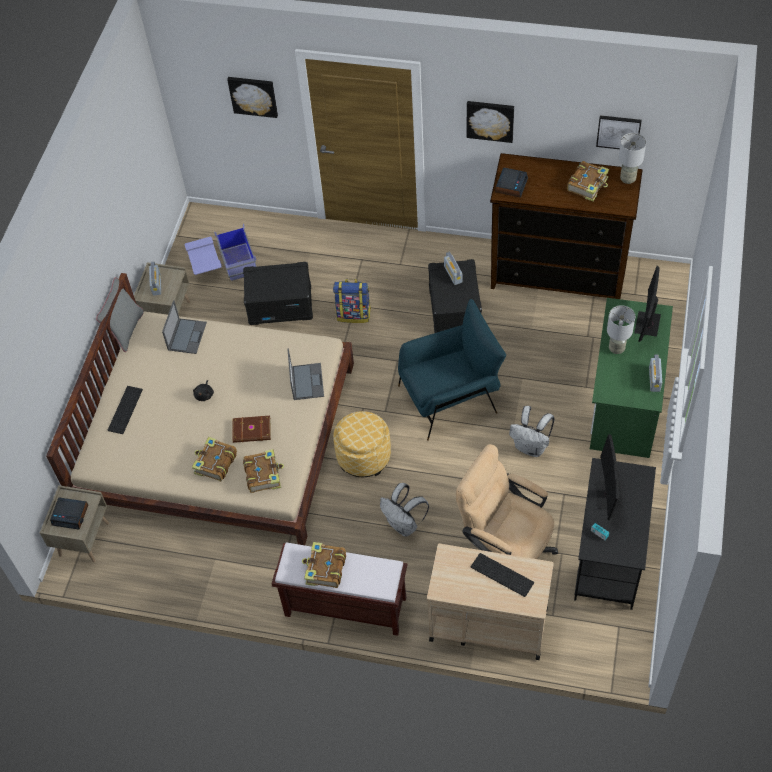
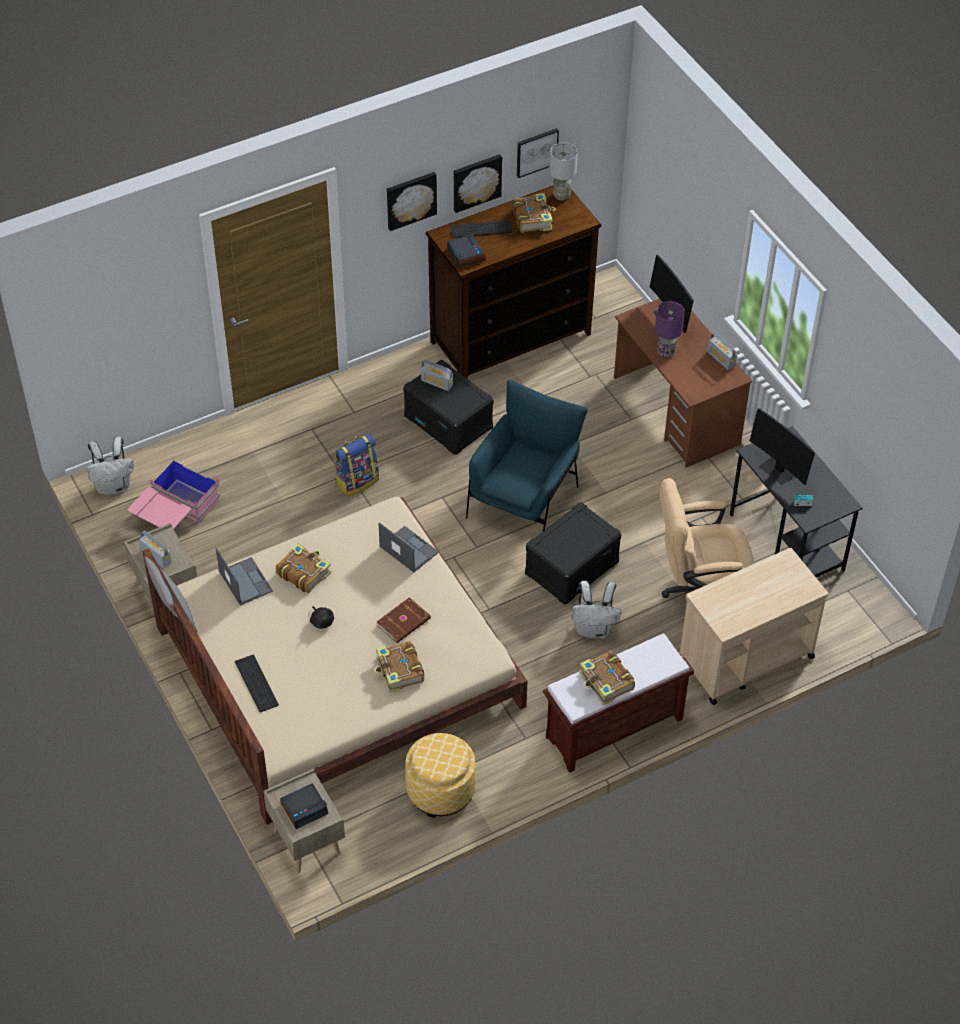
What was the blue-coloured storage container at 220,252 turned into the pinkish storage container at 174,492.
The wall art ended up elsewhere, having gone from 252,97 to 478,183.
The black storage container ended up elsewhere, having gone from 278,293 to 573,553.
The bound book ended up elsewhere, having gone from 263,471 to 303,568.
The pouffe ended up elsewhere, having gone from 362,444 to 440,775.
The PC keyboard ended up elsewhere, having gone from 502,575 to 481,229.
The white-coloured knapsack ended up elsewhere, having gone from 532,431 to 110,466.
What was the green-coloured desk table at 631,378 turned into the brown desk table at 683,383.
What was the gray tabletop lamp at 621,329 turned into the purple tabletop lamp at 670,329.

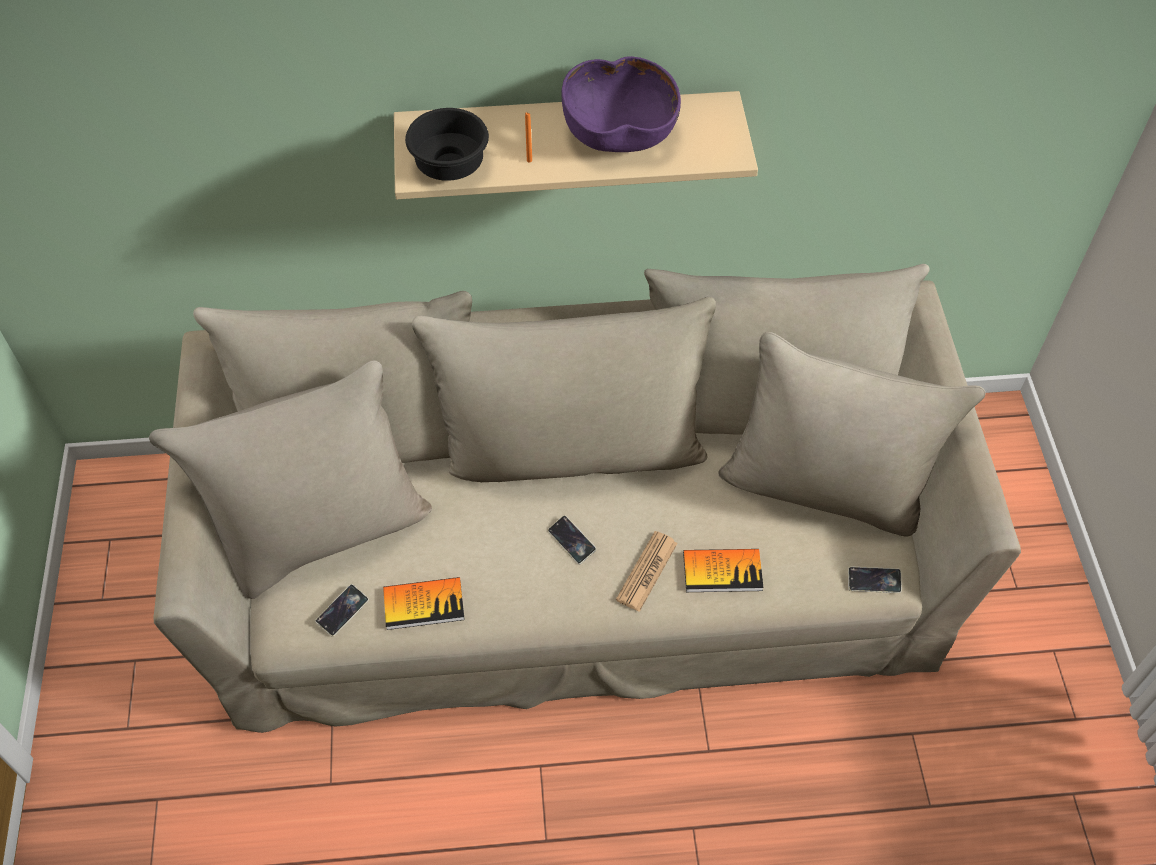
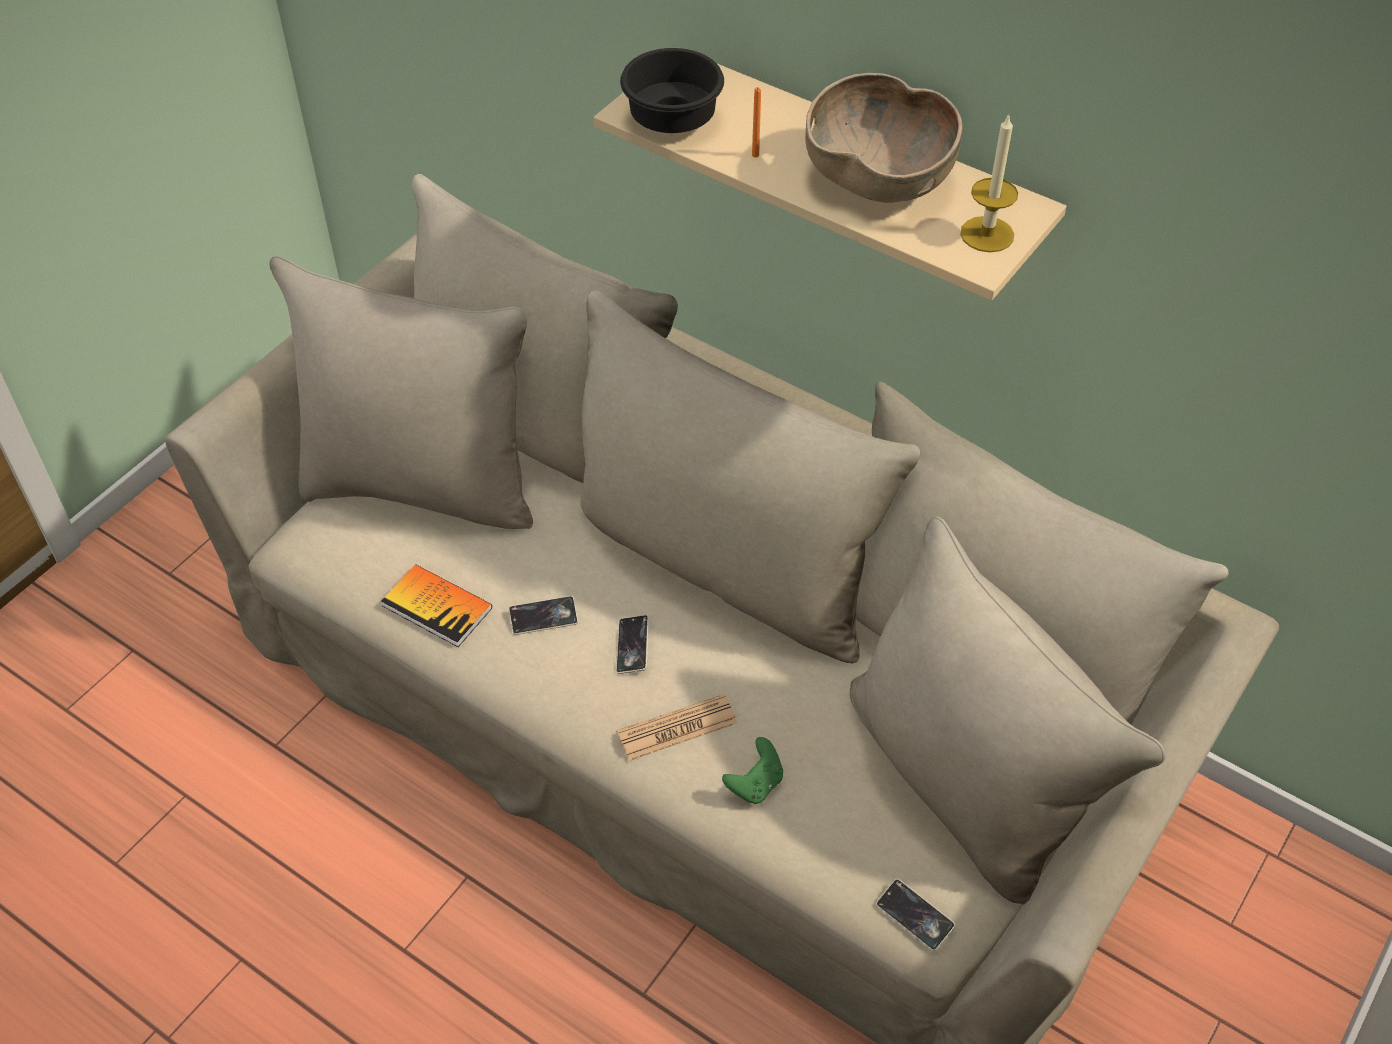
The handset ended up elsewhere, having gone from 342,610 to 543,615.
What was the purple bowl at 621,104 turned into the brown bowl at 884,138.
Where the bound book stood at 723,570, the green-coloured joypad came to stand at 752,770.
The second view gained the wax candle at 989,183.

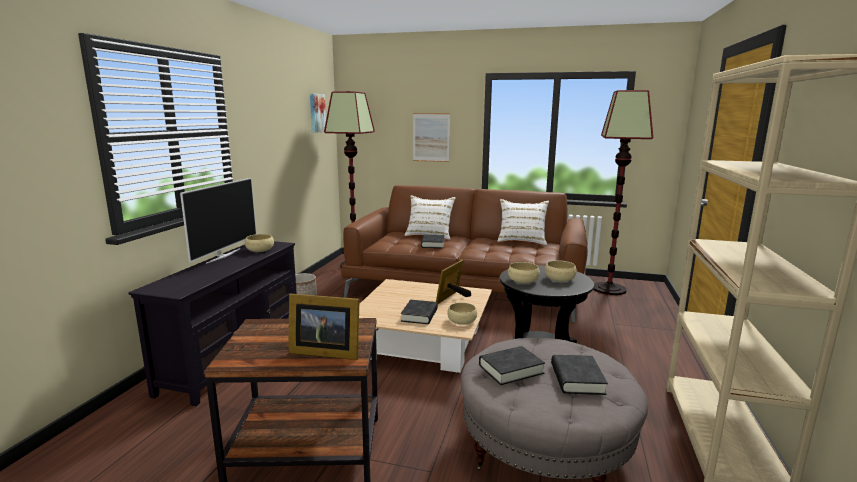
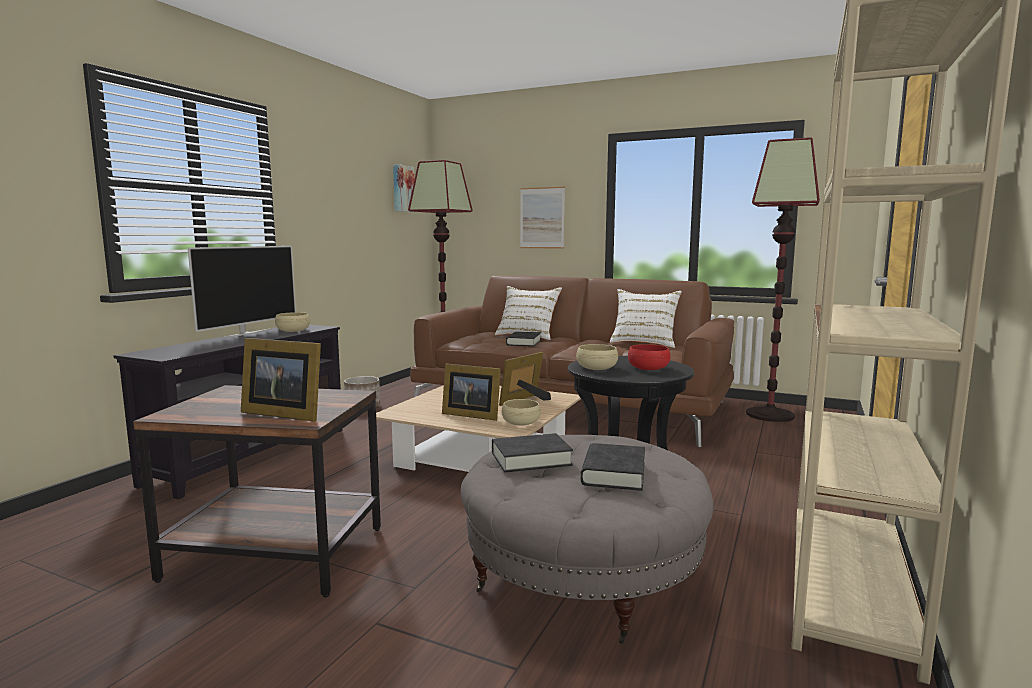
Where the black bound book stood at 419,312, the photo frame came to stand at 471,392.
What was the sand-coloured bowl at 561,271 turned into the reddish bowl at 649,357.

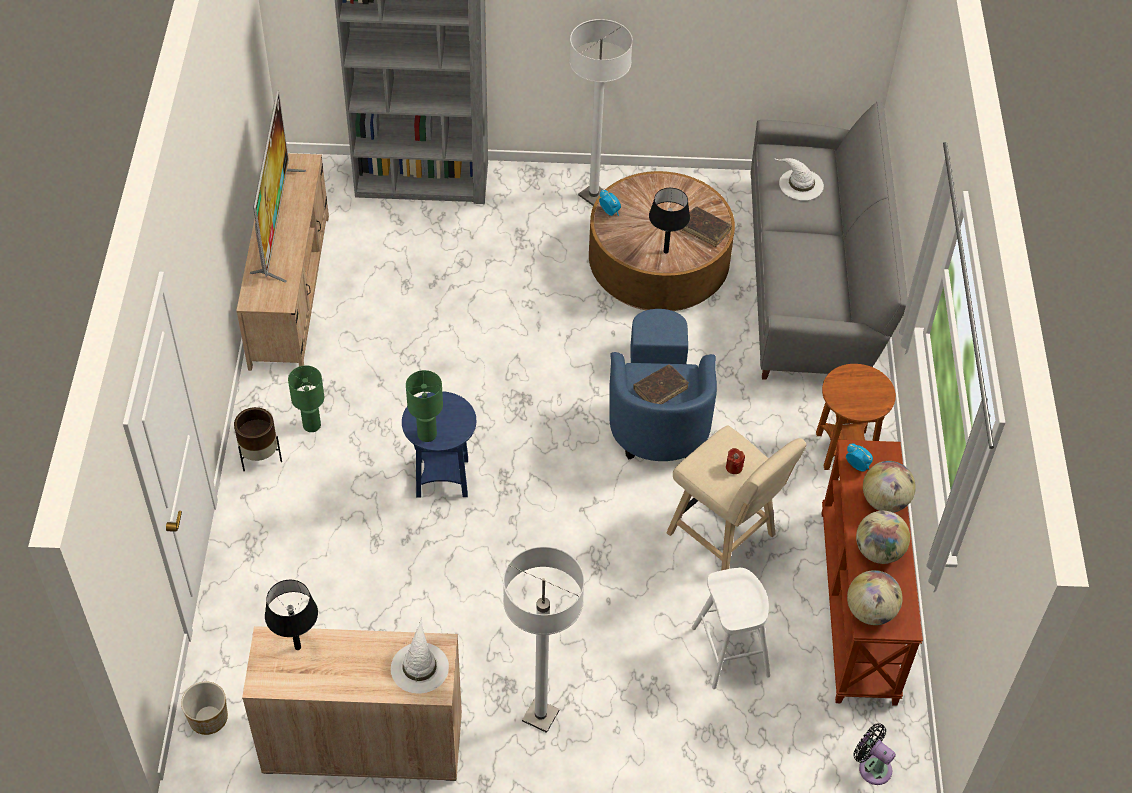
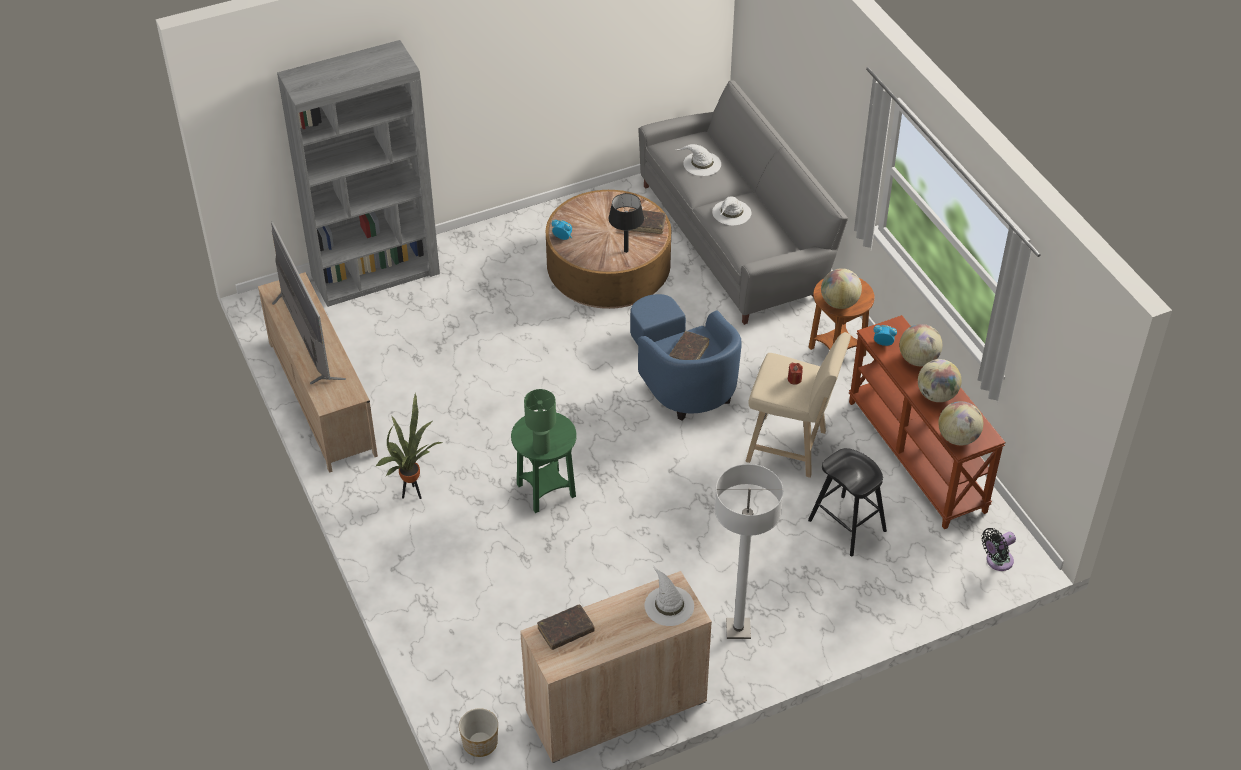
The second view lost the brown planter at 258,439.
Where the black tabletop lamp stood at 291,615, the brown bound book came to stand at 566,627.
Where the green-coloured tabletop lamp stood at 306,399, the plant in a pot came to stand at 409,446.
What was the blue-coloured accent table at 439,444 turned into the green-coloured accent table at 544,462.
The second view lost the white-coloured floor lamp at 601,112.
What was the white-coloured sitting stool at 731,628 turned into the black sitting stool at 847,502.
The black electric fan at 874,754 ended up facing another way, 45 degrees counterclockwise from before.
The second view gained the white-coloured clothing hat at 731,210.
The second view gained the world globe at 841,288.

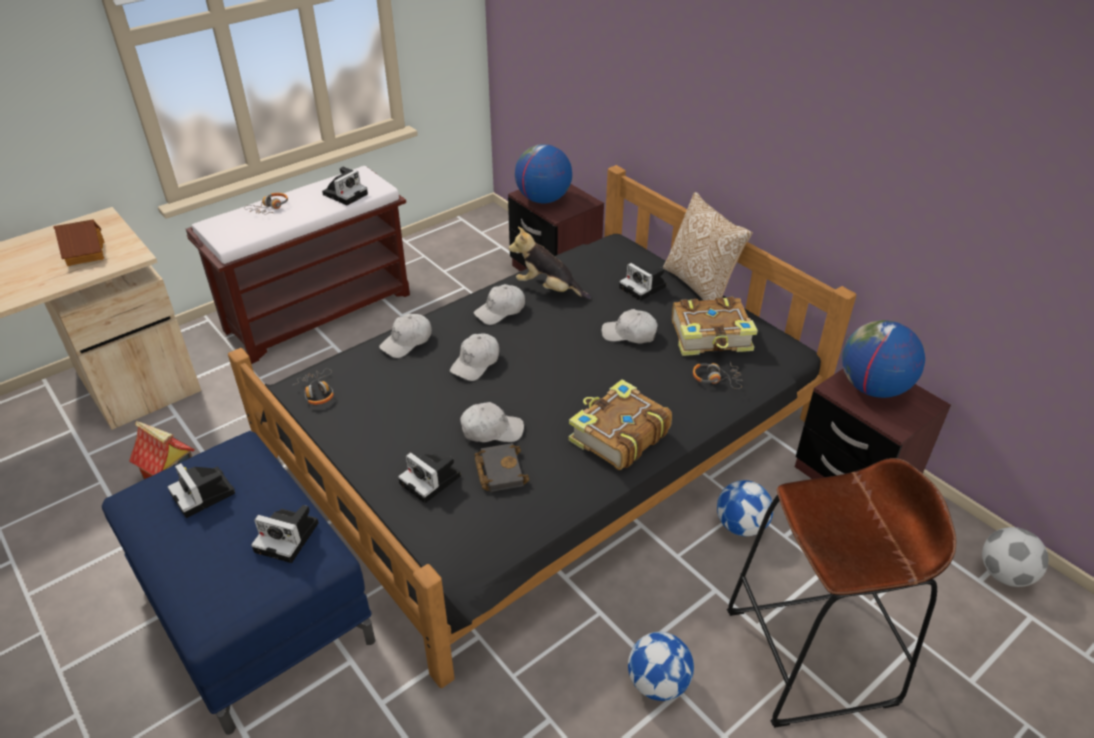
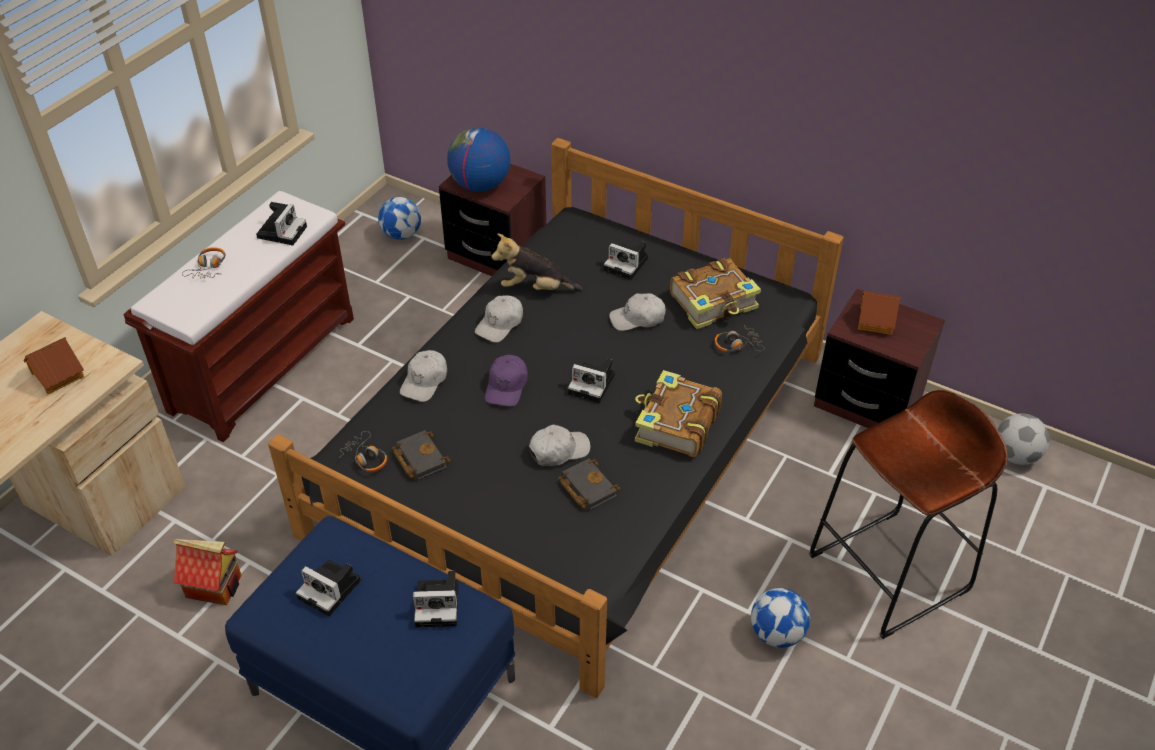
The still camera ended up elsewhere, having gone from 429,477 to 591,381.
What was the white-coloured cap at 474,357 turned into the purple cap at 506,381.
The second view lost the cushion at 708,246.
The football ended up elsewhere, having gone from 745,508 to 399,218.
Where the world globe stood at 883,359, the model house came to stand at 879,313.
The second view gained the black bound book at 421,454.

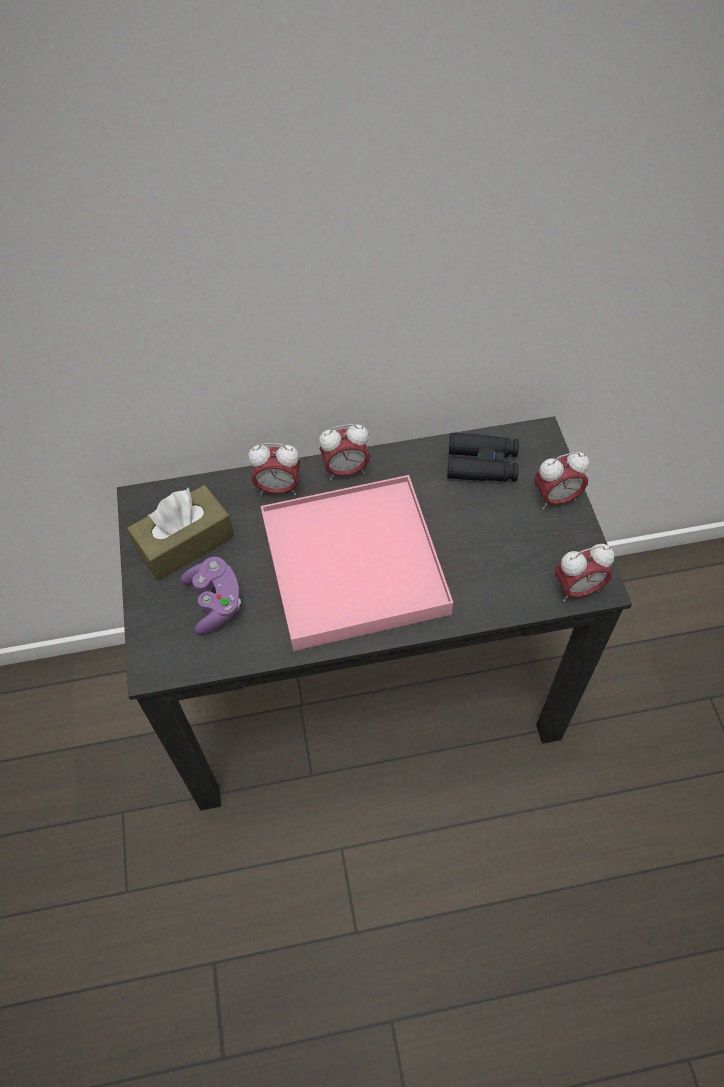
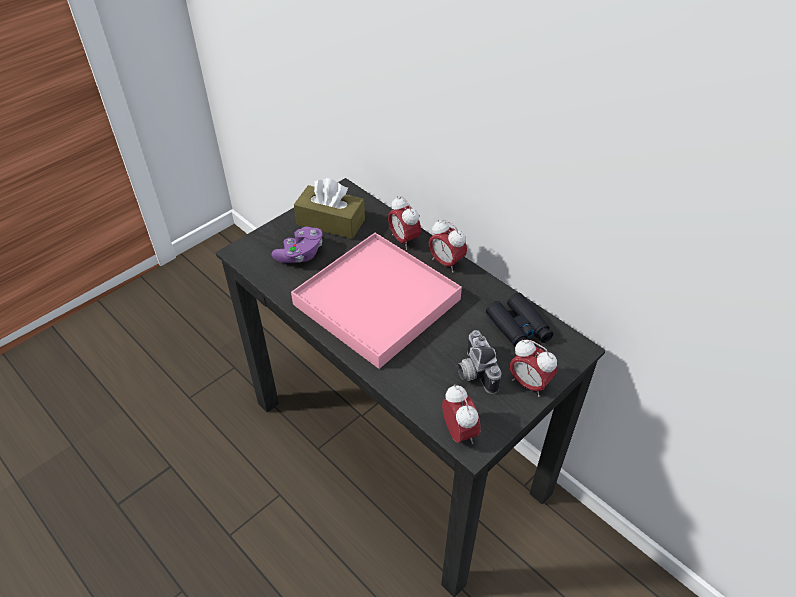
The table clock at 584,573 ended up facing another way, 150 degrees counterclockwise from before.
The second view gained the still camera at 480,362.

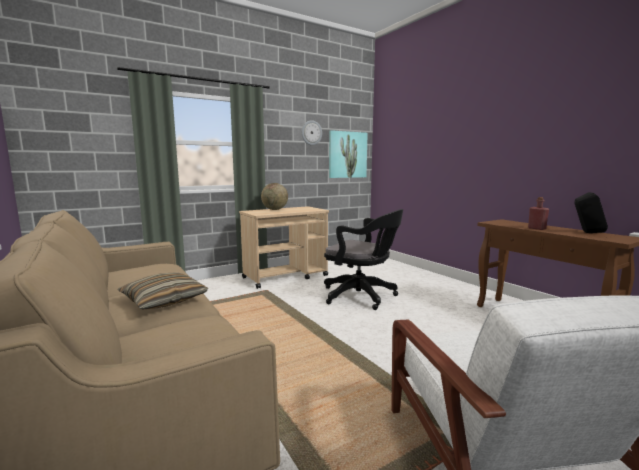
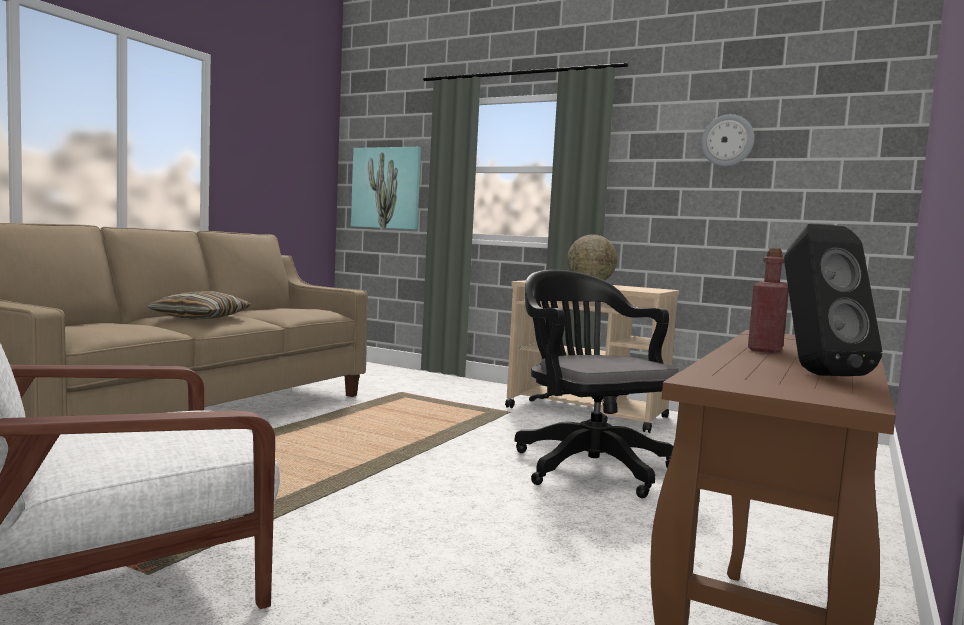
The black office chair at 363,259 ended up facing another way, 150 degrees clockwise from before.
The wall art ended up elsewhere, having gone from 348,154 to 386,188.

